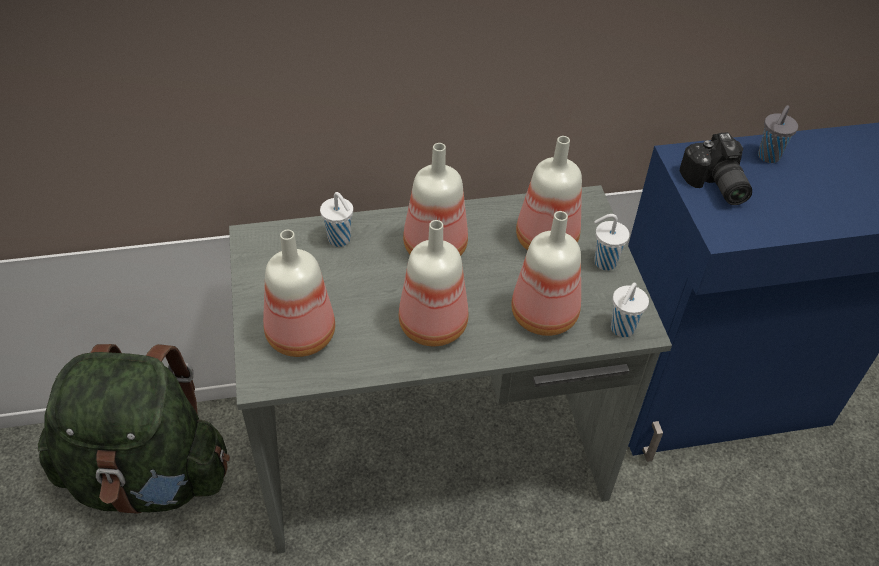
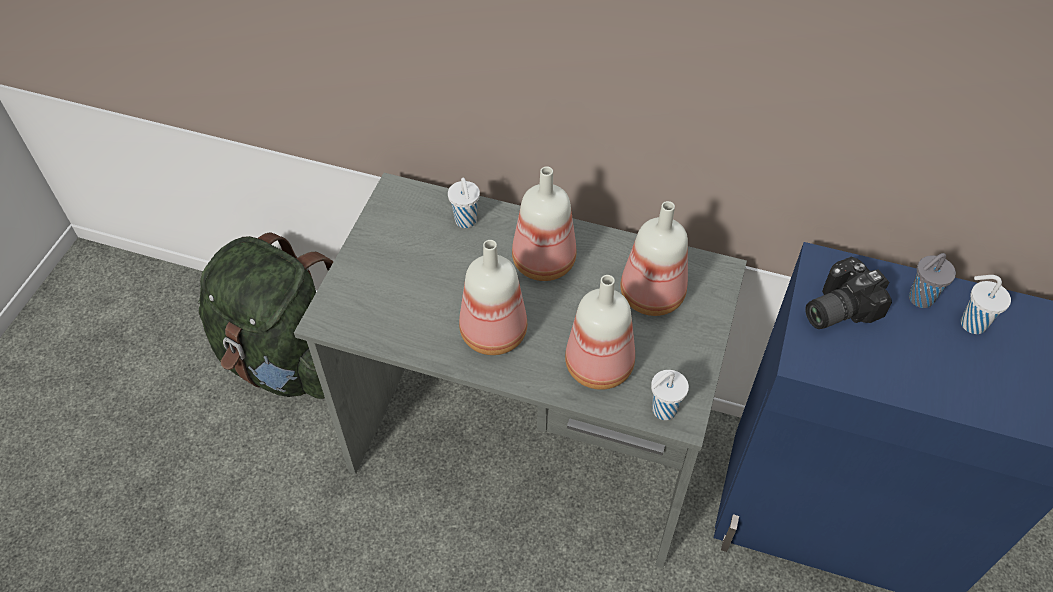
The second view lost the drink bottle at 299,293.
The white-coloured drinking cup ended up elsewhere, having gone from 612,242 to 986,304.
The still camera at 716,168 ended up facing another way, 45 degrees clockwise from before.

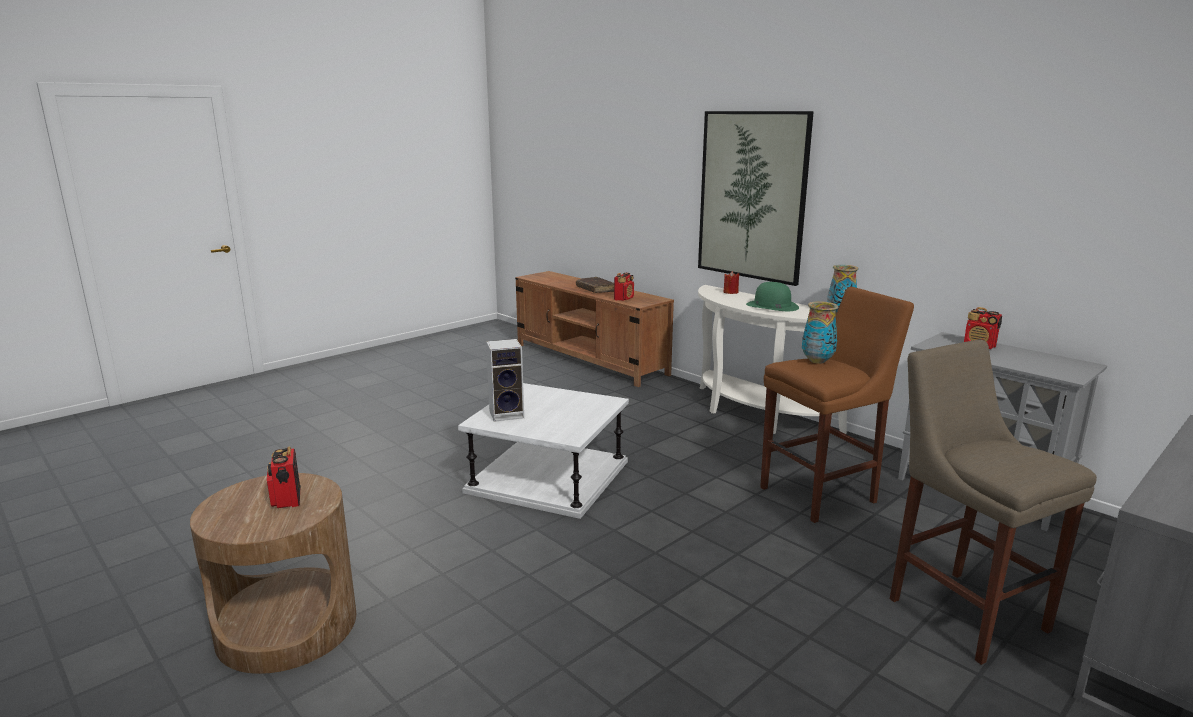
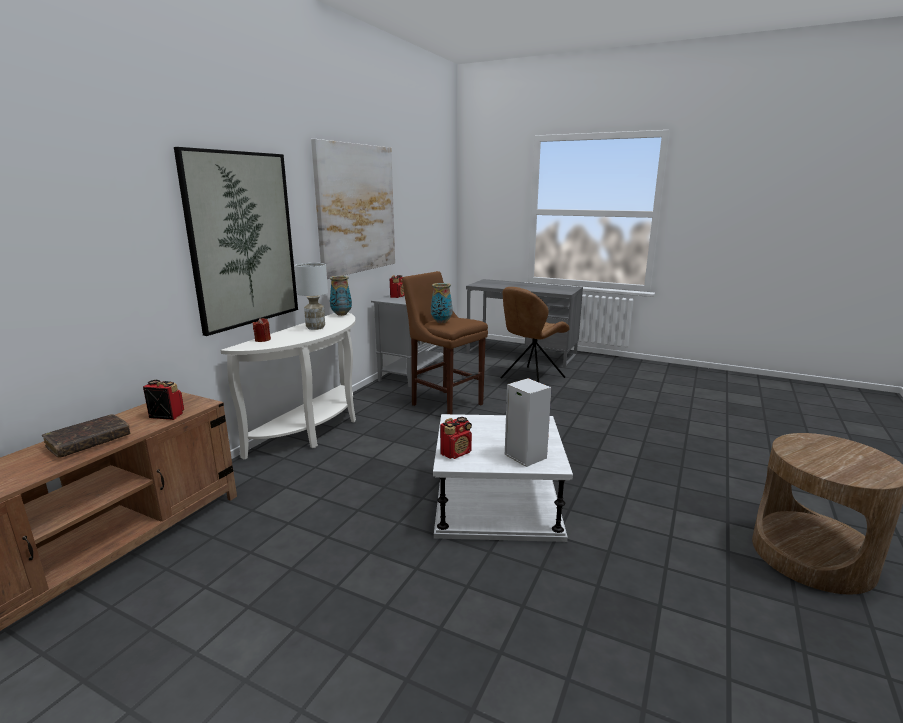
The radio receiver ended up elsewhere, having gone from 284,477 to 456,438.
Where the green-coloured clothing hat stood at 772,296, the white-coloured tabletop lamp came to stand at 311,296.
Where the sand-coloured sitting stool stood at 993,502, the brown upright chair came to stand at 535,334.
The second view gained the wall art at 353,209.

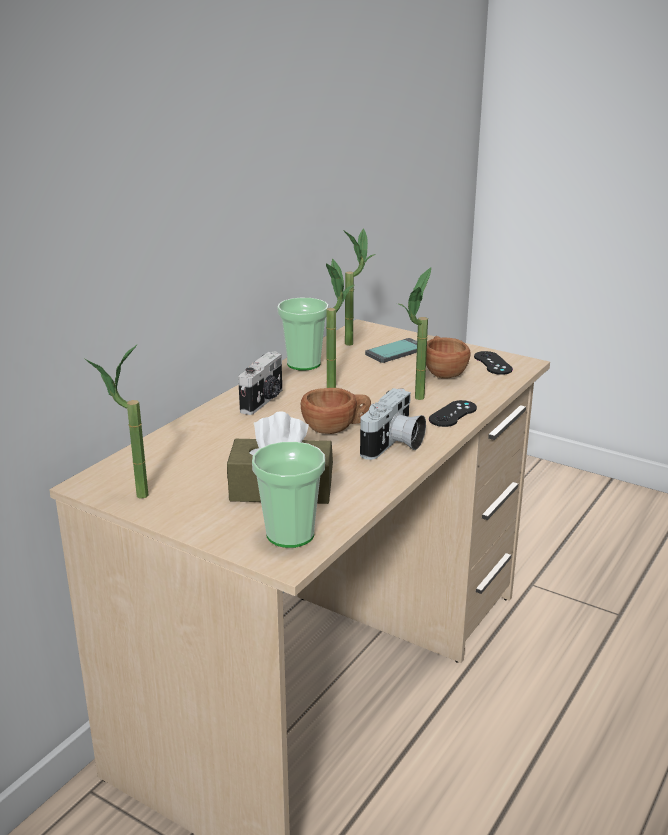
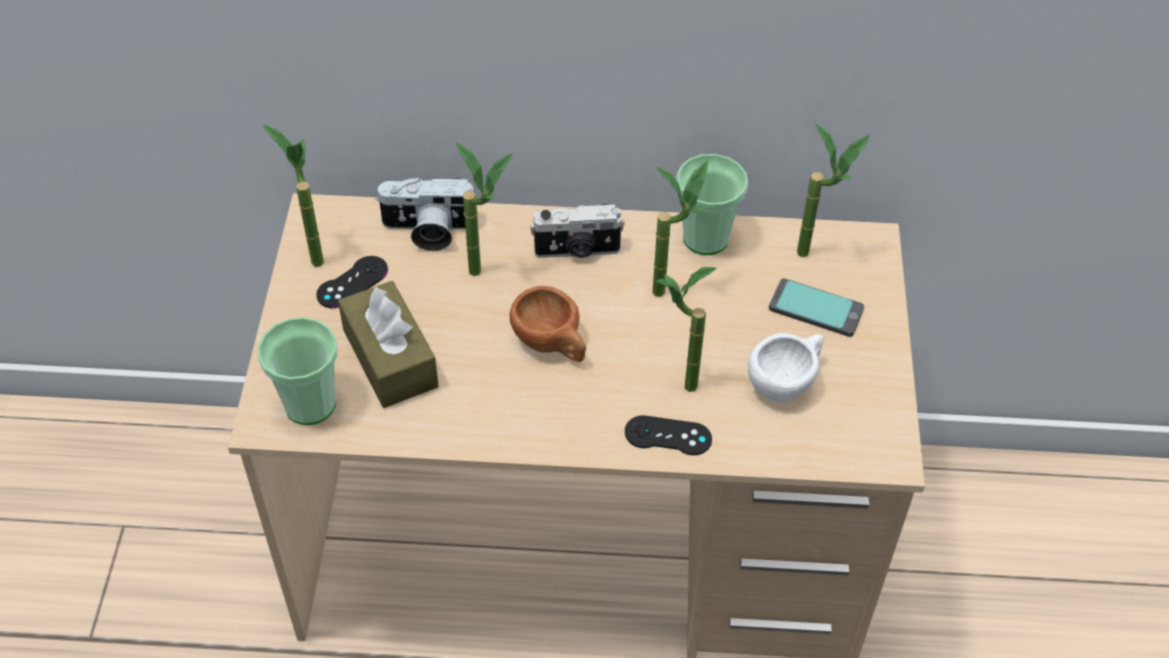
The still camera ended up elsewhere, having gone from 393,424 to 424,214.
What was the brown drinking cup at 448,357 turned into the white-coloured drinking cup at 785,367.
The black joypad ended up elsewhere, having gone from 493,363 to 352,282.
The second view gained the plant in a pot at 483,209.

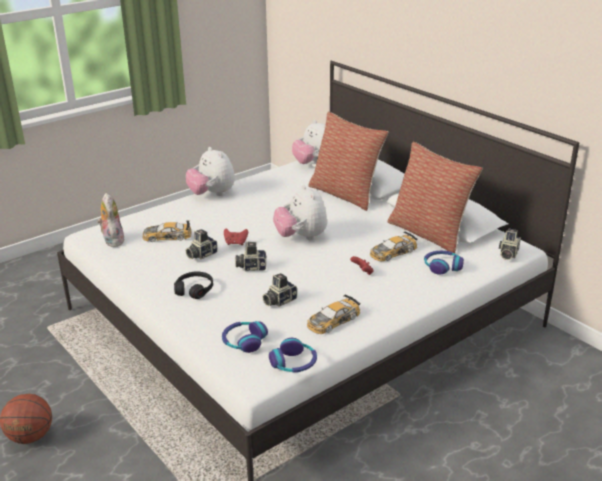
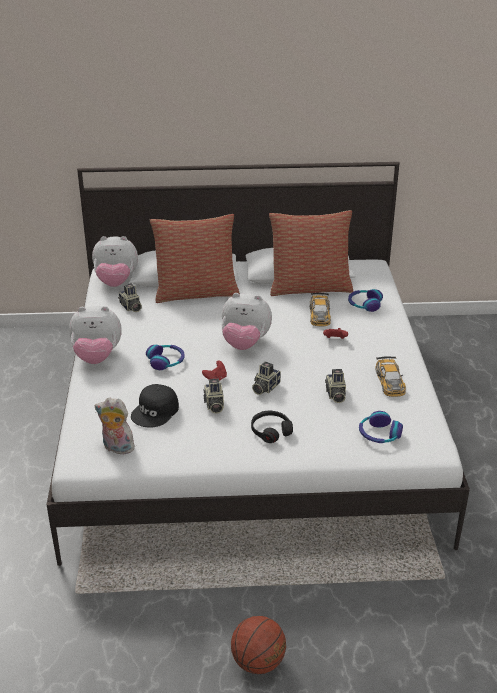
Where the model car stood at 167,231, the black cap came to stand at 155,406.
The headphones ended up elsewhere, having gone from 293,355 to 165,357.
The still camera ended up elsewhere, having gone from 510,244 to 130,297.

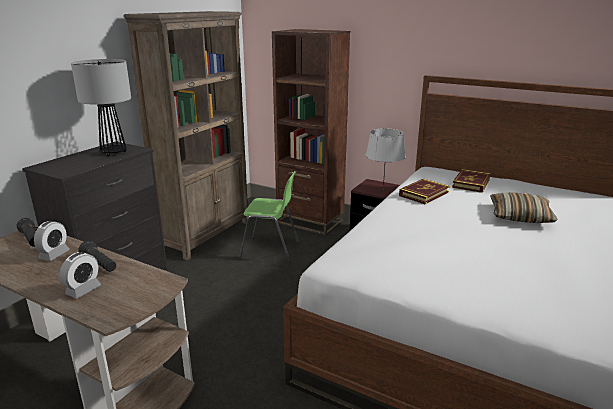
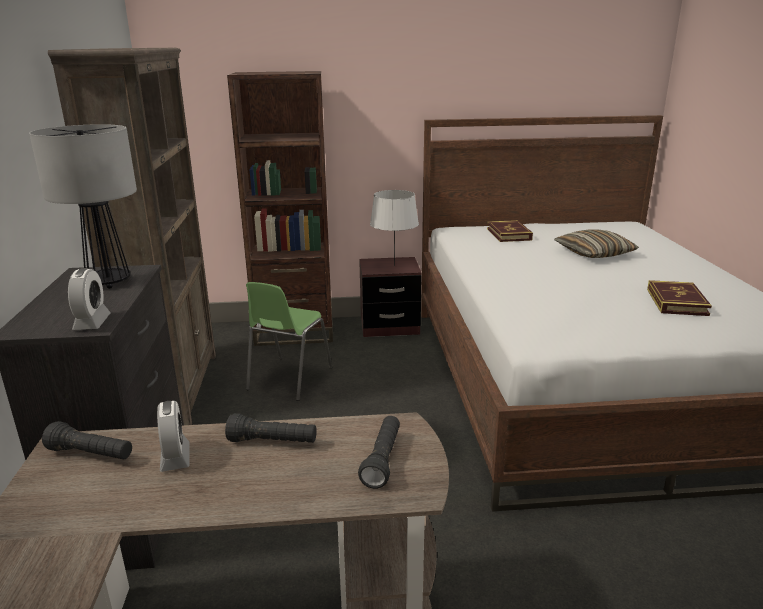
The table clock ended up elsewhere, having gone from 80,275 to 89,299.
The green-coloured upright chair at 269,216 ended up facing another way, 135 degrees clockwise from before.
The bound book ended up elsewhere, having gone from 424,191 to 679,298.
The second view gained the black hand torch at 379,452.

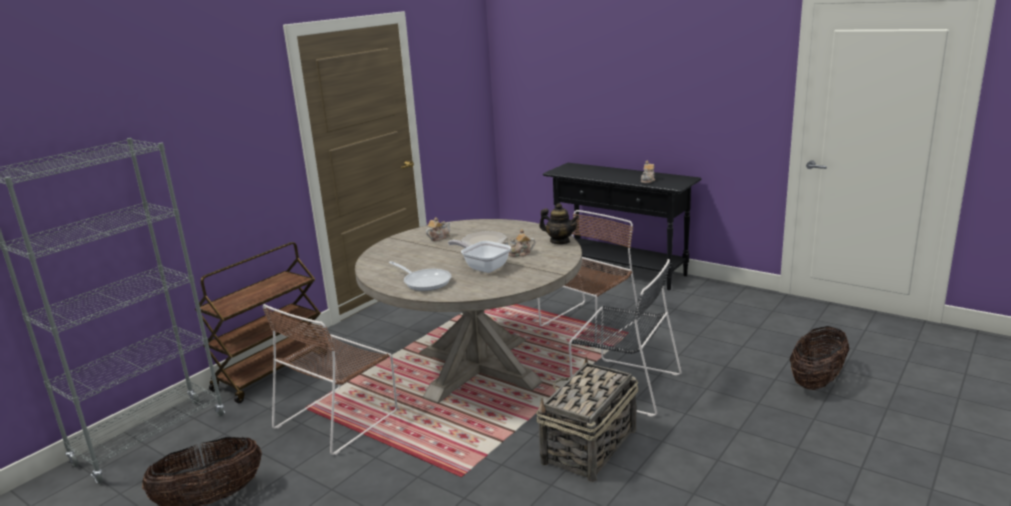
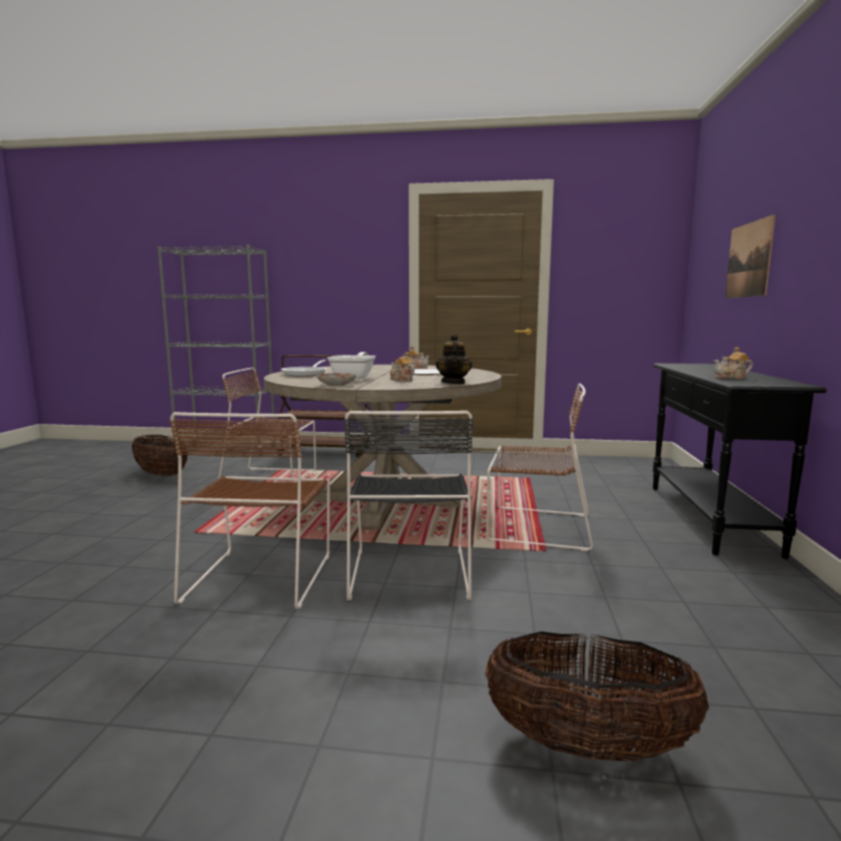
Where the basket stood at 587,419, the brown upright chair came to stand at 250,510.
The second view gained the plate at 336,379.
The second view gained the wall art at 750,256.

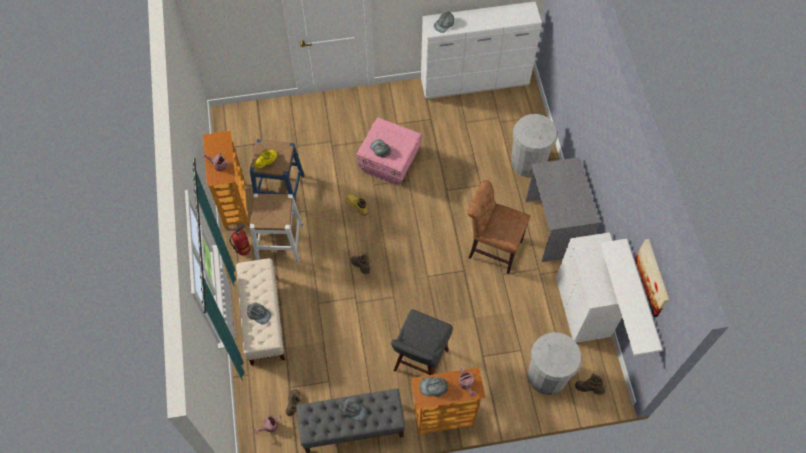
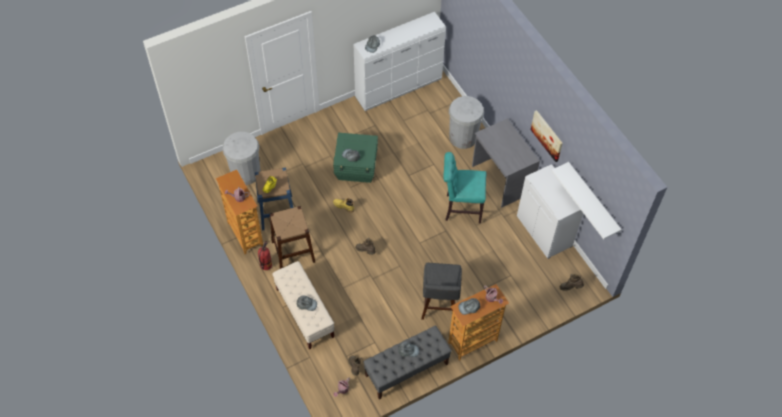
What was the white-coloured sitting stool at 276,228 turned into the brown sitting stool at 292,237.
What was the pinkish storage container at 388,151 turned into the green-coloured storage container at 355,158.
What was the brown upright chair at 499,227 turned into the blue-green upright chair at 464,187.
The white-coloured trash can ended up elsewhere, having gone from 555,363 to 241,158.
The wall art ended up elsewhere, having gone from 652,278 to 547,136.

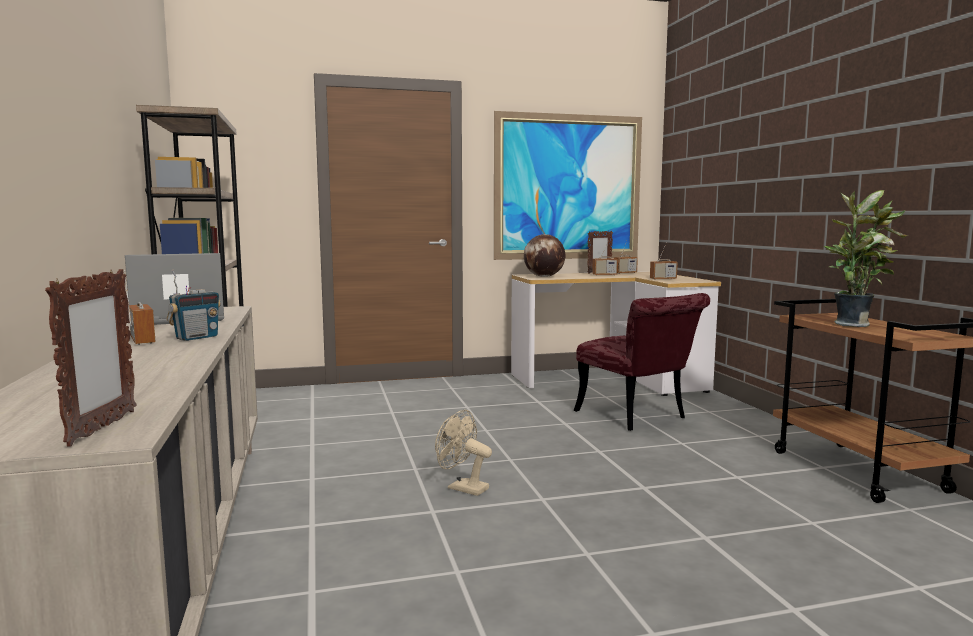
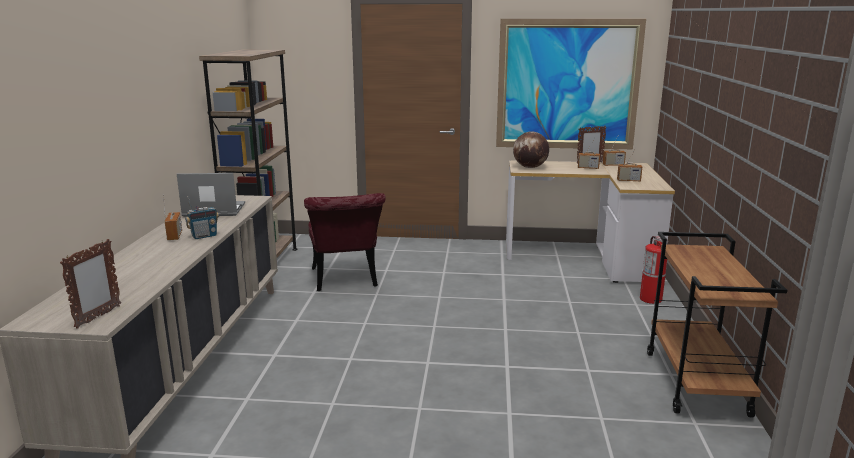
The second view lost the sand-coloured electric fan at 463,453.
The reddish upright chair ended up elsewhere, having gone from 642,362 to 345,242.
The second view lost the plant in a pot at 866,258.
The second view gained the fire-fighting cylinder at 654,270.

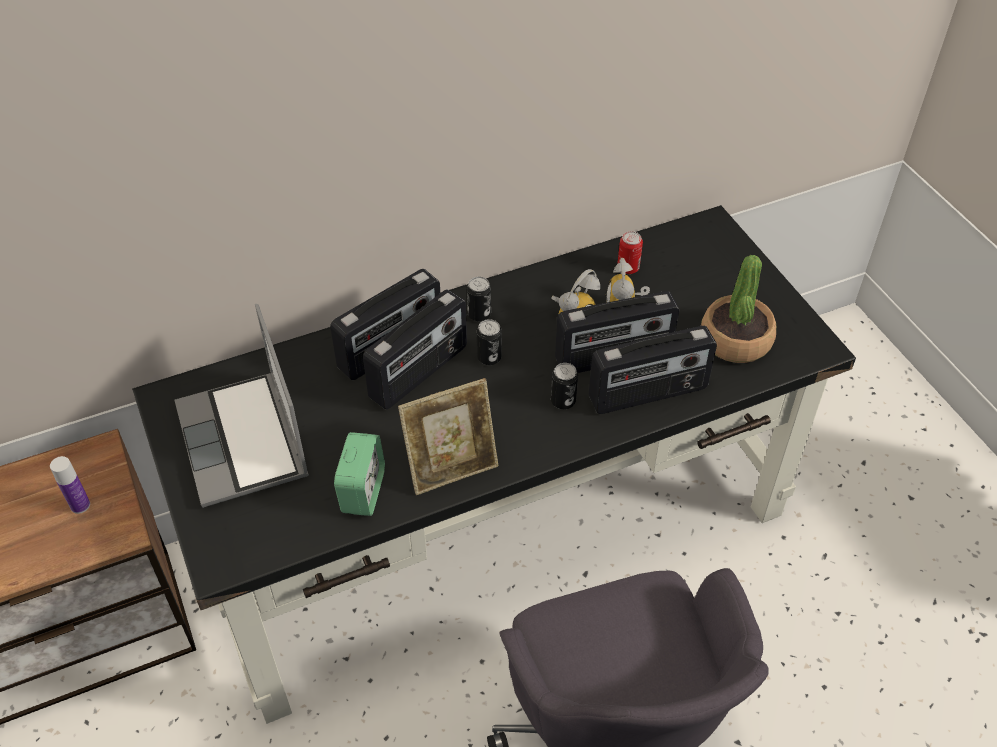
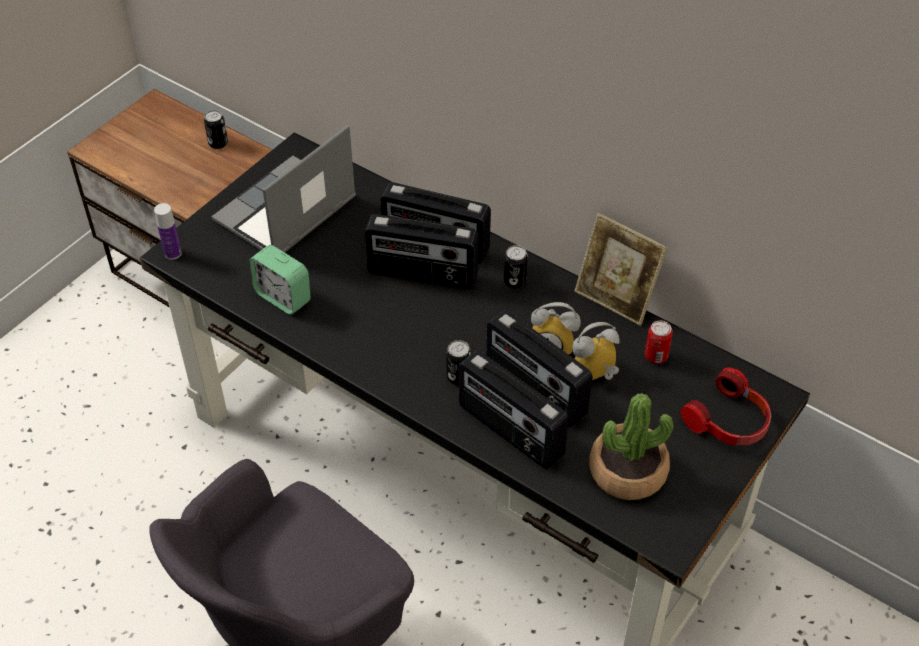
The drink bottle ended up elsewhere, having gone from 70,485 to 168,231.
The table clock at 359,474 ended up facing another way, 60 degrees clockwise from before.
The photo frame ended up elsewhere, having gone from 448,436 to 621,269.
The can ended up elsewhere, having gone from 489,342 to 216,129.
The second view gained the headphones at 725,406.

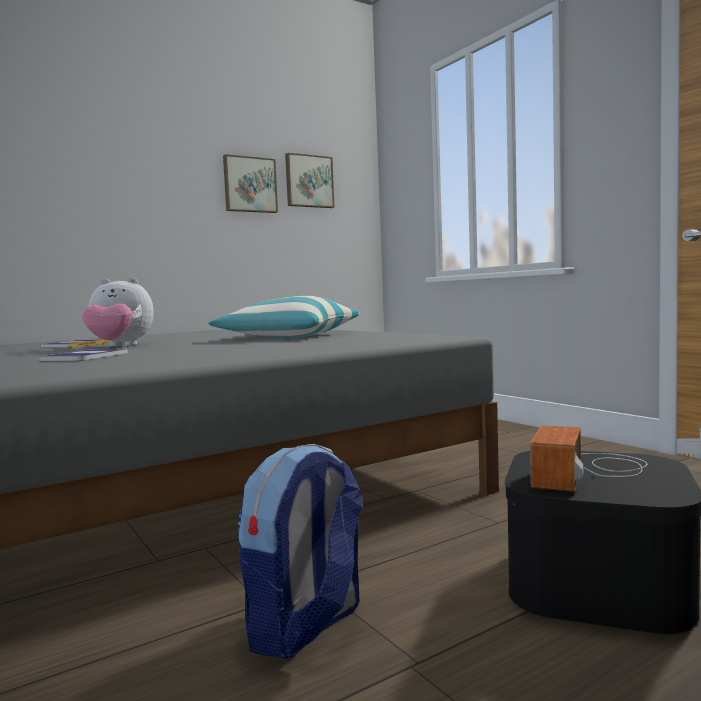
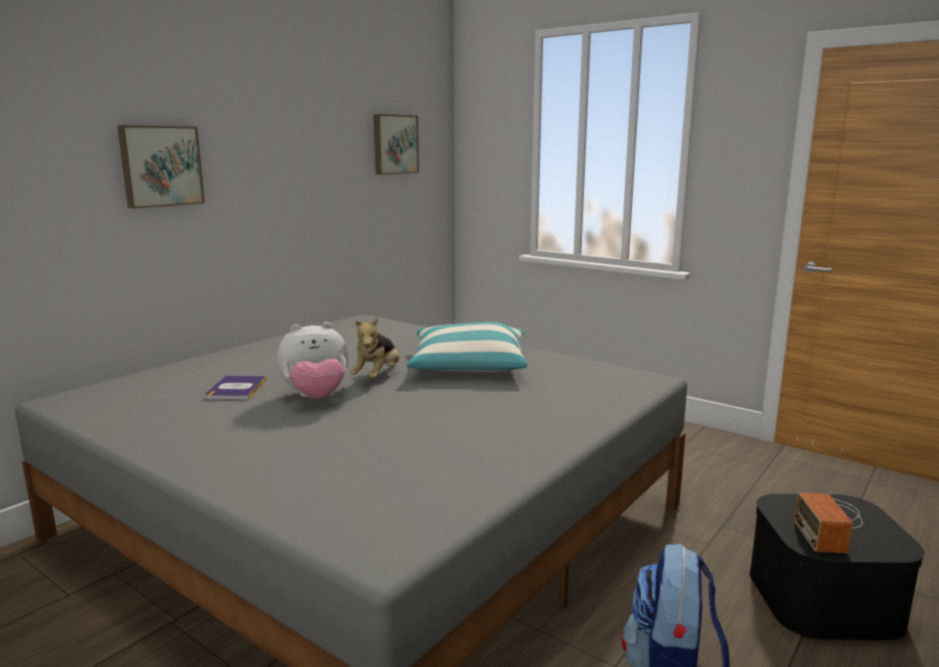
The second view lost the bound book at 83,355.
The wall art ended up elsewhere, having gone from 250,183 to 161,167.
The second view gained the cuddly toy at 375,348.

